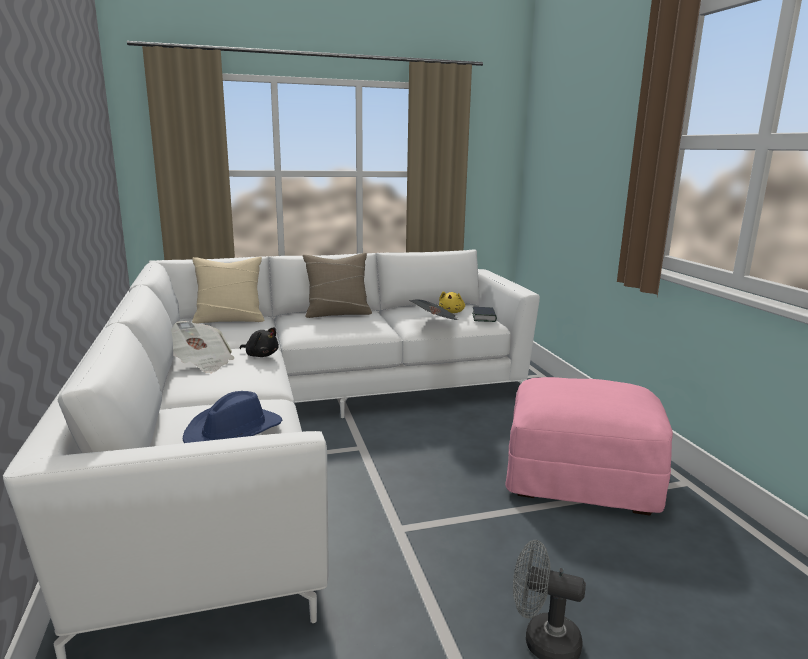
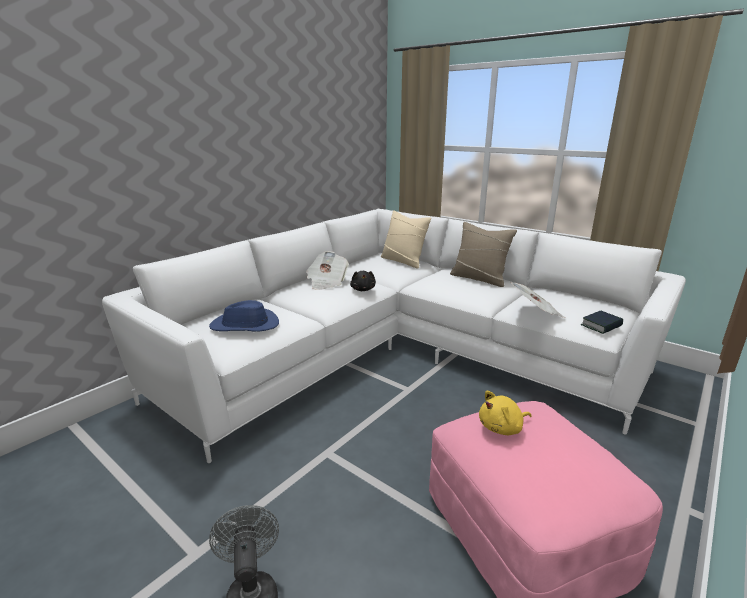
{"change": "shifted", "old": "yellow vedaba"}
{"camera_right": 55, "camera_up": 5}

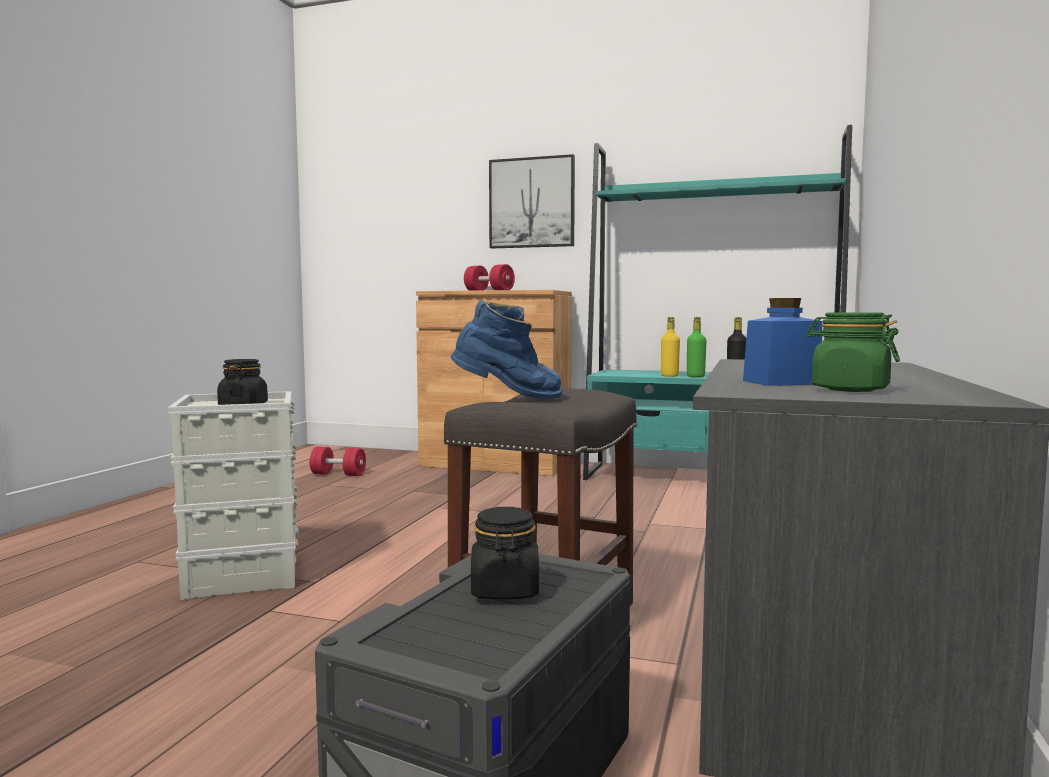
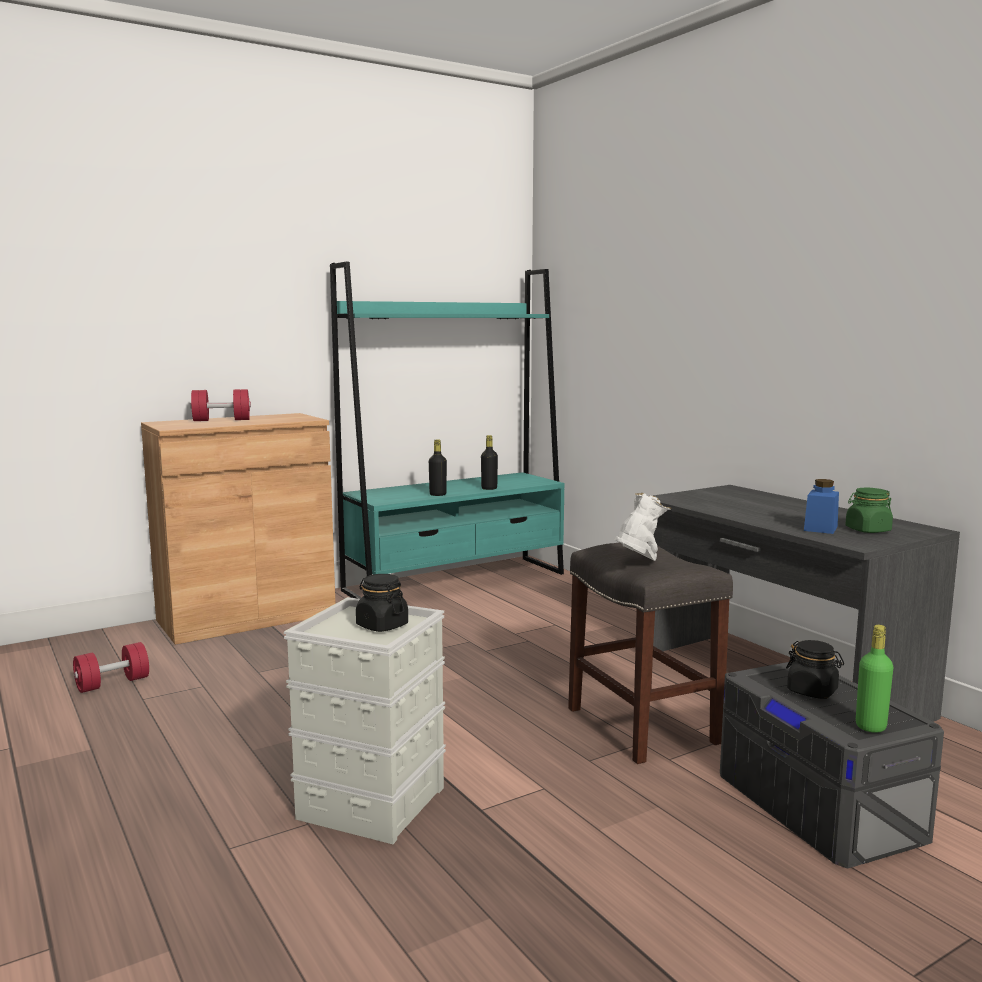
{"change": "gone", "old": "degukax"}
{"change": "shifted", "old": "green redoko"}
{"change": "repainted", "old": "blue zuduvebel", "new": "white zuduvebel"}
{"change": "repainted", "old": "yellow redoko", "new": "black redoko (no. 1 from left)"}
{"camera_right": -50, "camera_up": 5}

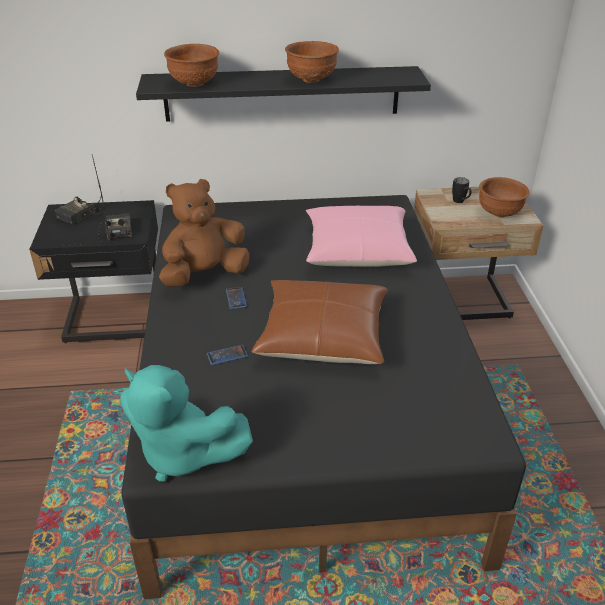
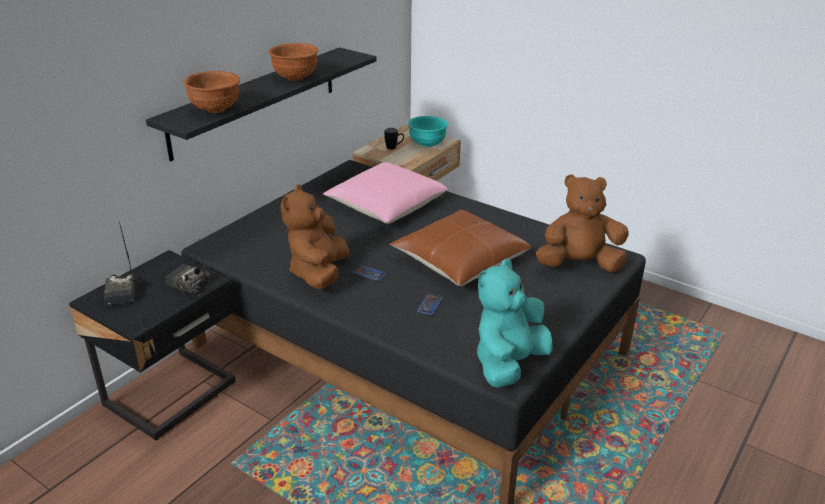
{"change": "new", "new": "brown vedaba (no. 2 from left)"}
{"change": "repainted", "old": "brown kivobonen (no. 3 from left)", "new": "turquoise kivobonen"}
{"change": "rotated", "old": "turquoise vedaba", "degrees": 150}
{"camera_right": -50, "camera_up": -5}

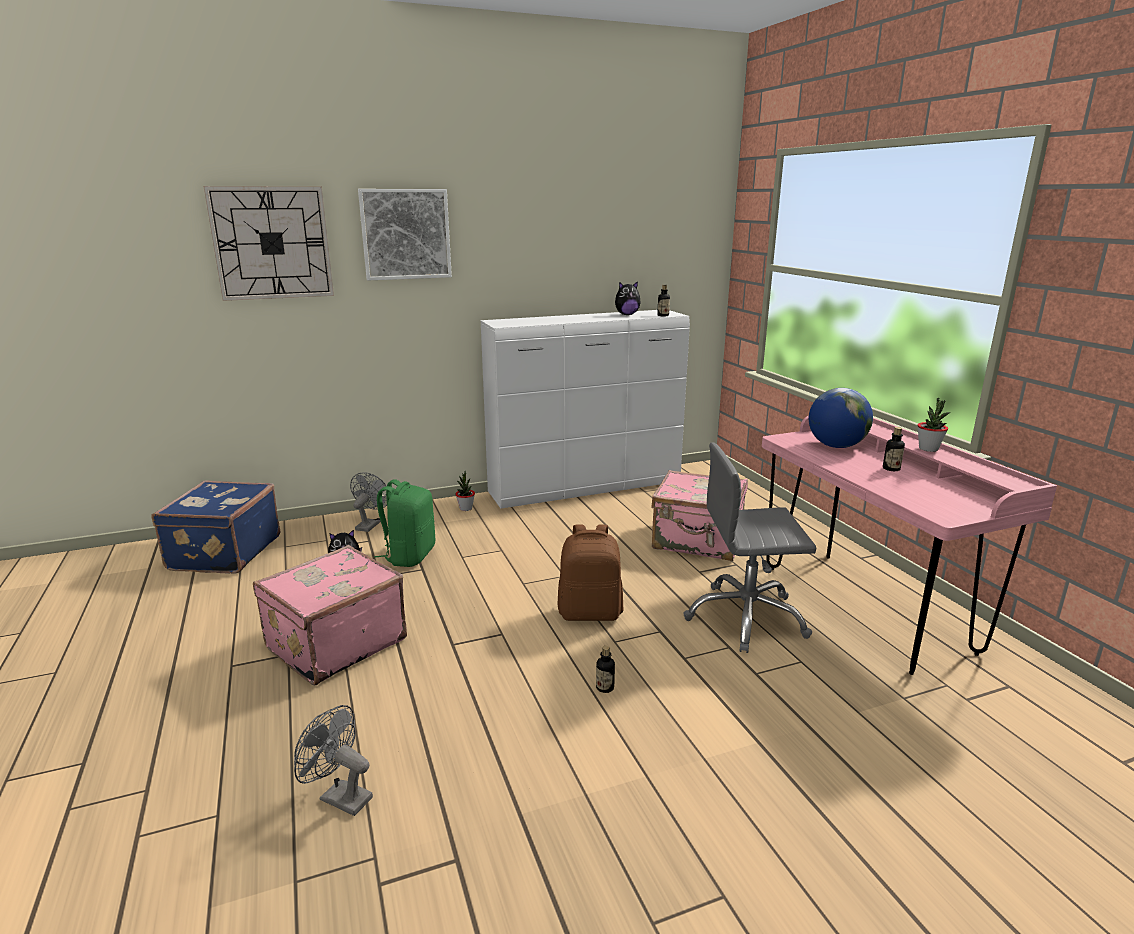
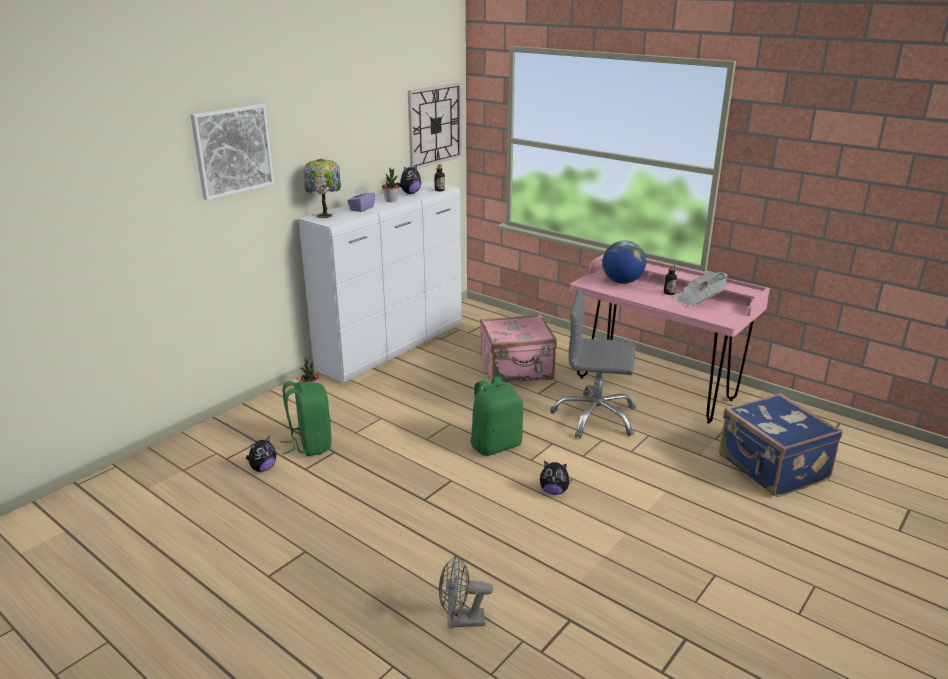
{"change": "gone", "old": "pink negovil (no. 1 from left)"}
{"change": "gone", "old": "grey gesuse (no. 2 from left)"}
{"change": "new", "new": "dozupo"}
{"change": "new", "new": "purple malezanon"}
{"change": "new", "new": "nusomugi"}
{"change": "shifted", "old": "blue negovil"}
{"change": "shifted", "old": "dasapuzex"}
{"change": "shifted", "old": "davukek (no. 2 from left)"}
{"change": "swapped", "old": "redoko (no. 1 from left)", "new": "vedaba (no. 3 from left)"}
{"change": "repainted", "old": "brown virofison", "new": "green virofison (no. 2 from left)"}
{"change": "rotated", "old": "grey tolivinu", "degrees": 45}
{"camera_right": -30, "camera_up": 5}

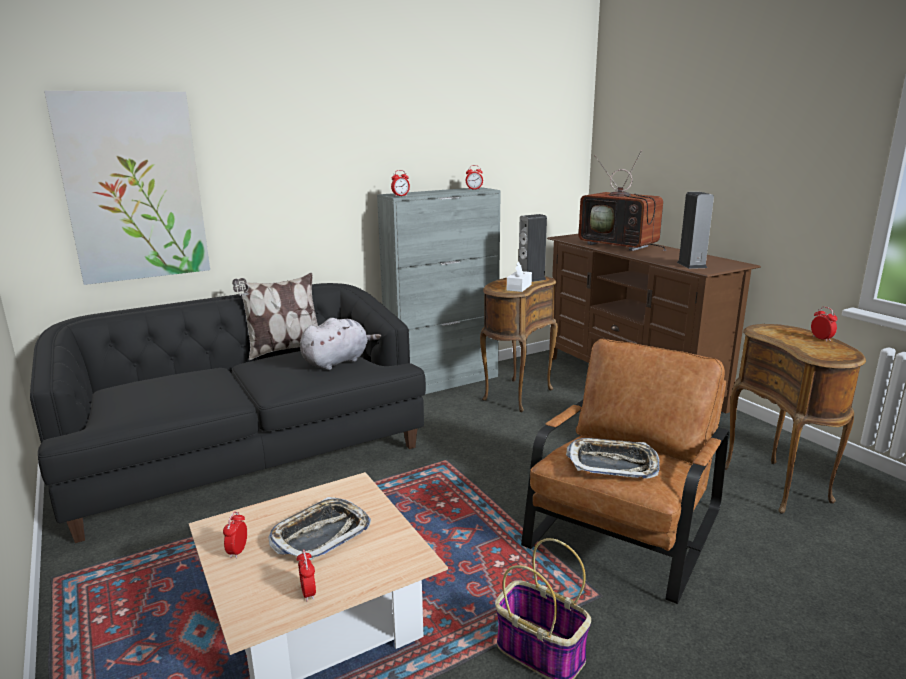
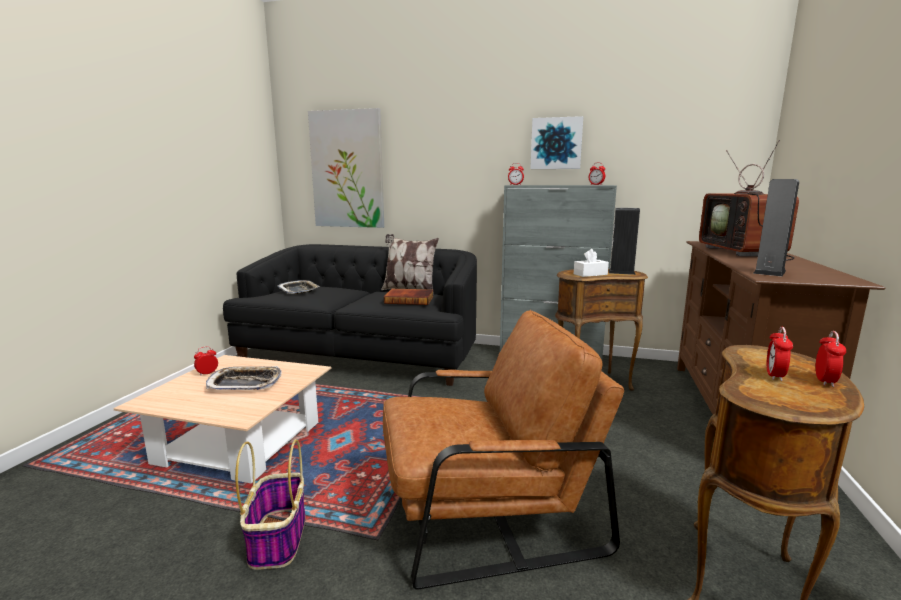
{"change": "new", "new": "degukax (no. 2 from left)"}
{"change": "shifted", "old": "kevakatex (no. 2 from left in the first image)", "new": "kevakatex (no. 4 from left)"}
{"change": "shifted", "old": "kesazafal (no. 2 from left)"}
{"change": "swapped", "old": "grey vedaba", "new": "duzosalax"}
{"camera_right": 45, "camera_up": -5}

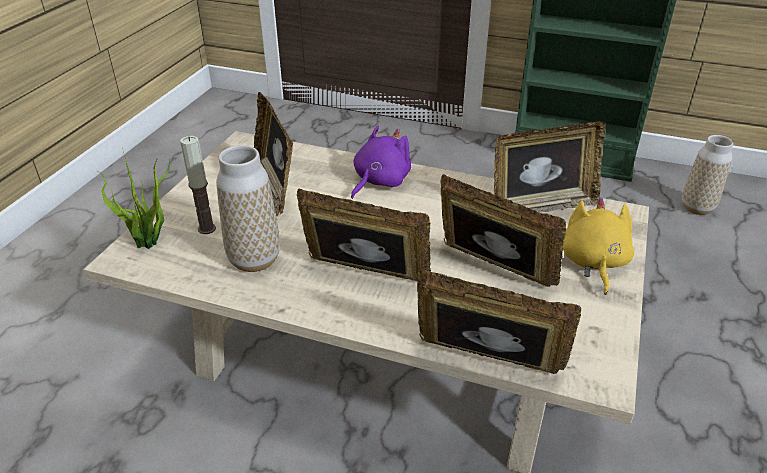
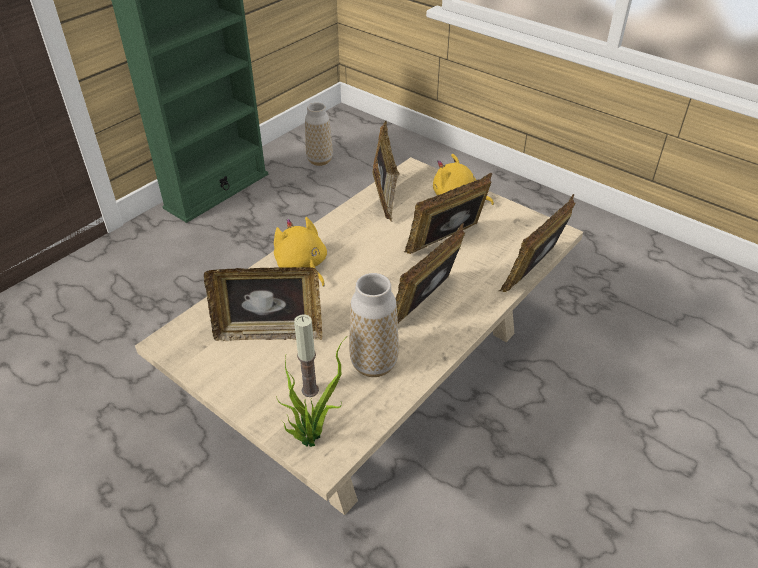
{"change": "repainted", "old": "purple vedaba", "new": "yellow vedaba (no. 1 from left)"}
{"camera_right": -70, "camera_up": 5}

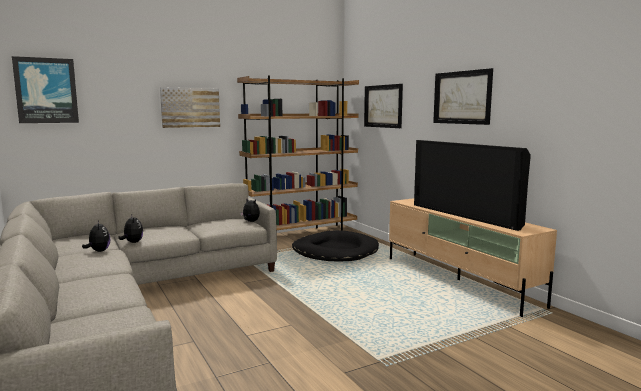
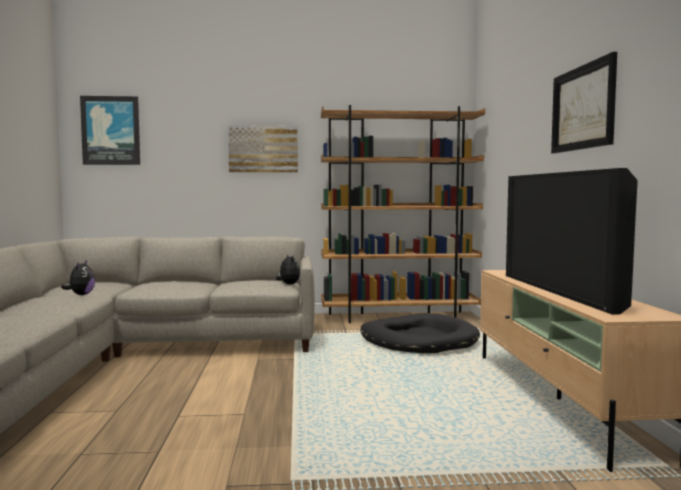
{"change": "gone", "old": "vedaba (no. 2 from left)"}
{"change": "gone", "old": "degukax (no. 3 from left)"}
{"camera_right": 25, "camera_up": -5}

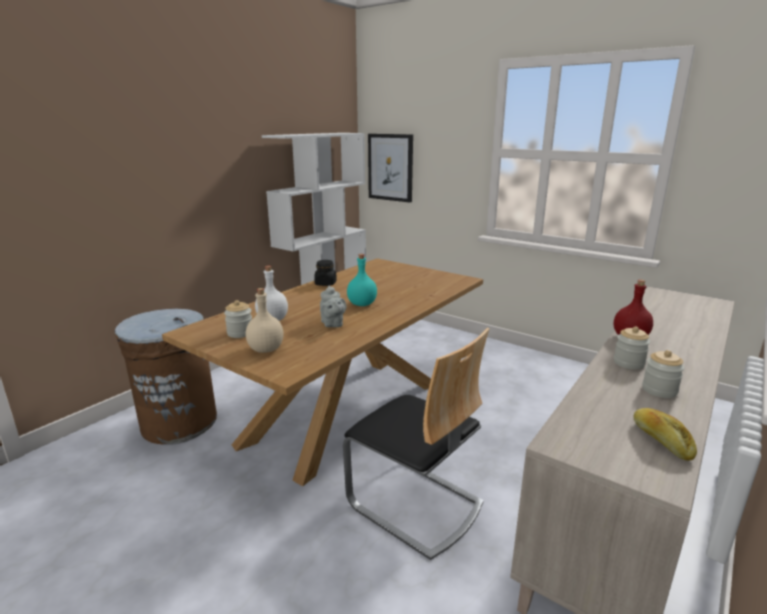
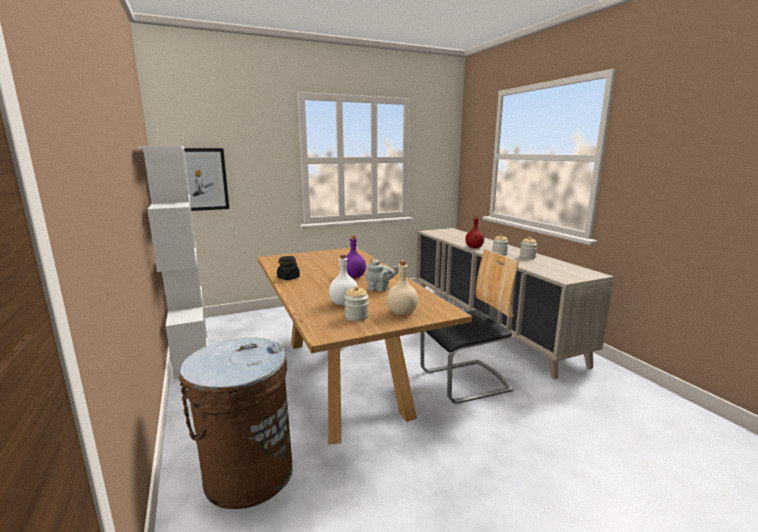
{"change": "gone", "old": "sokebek"}
{"change": "repainted", "old": "turquoise redoko", "new": "purple redoko"}
{"camera_right": -60, "camera_up": -5}

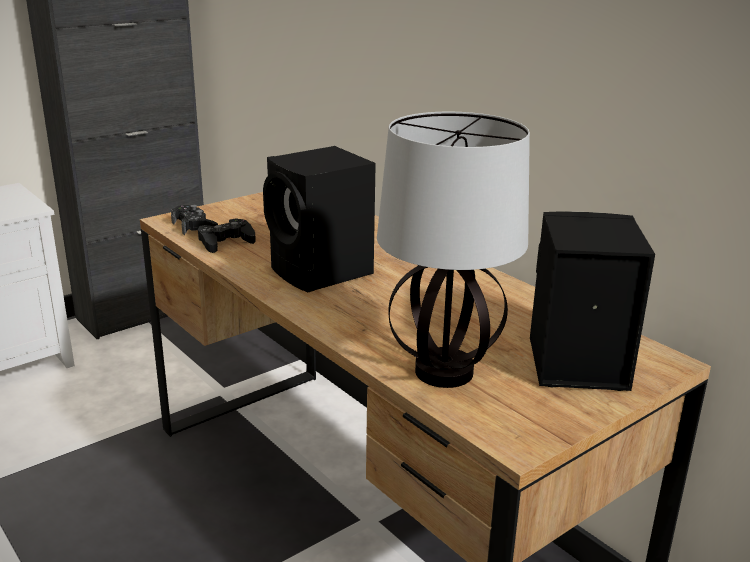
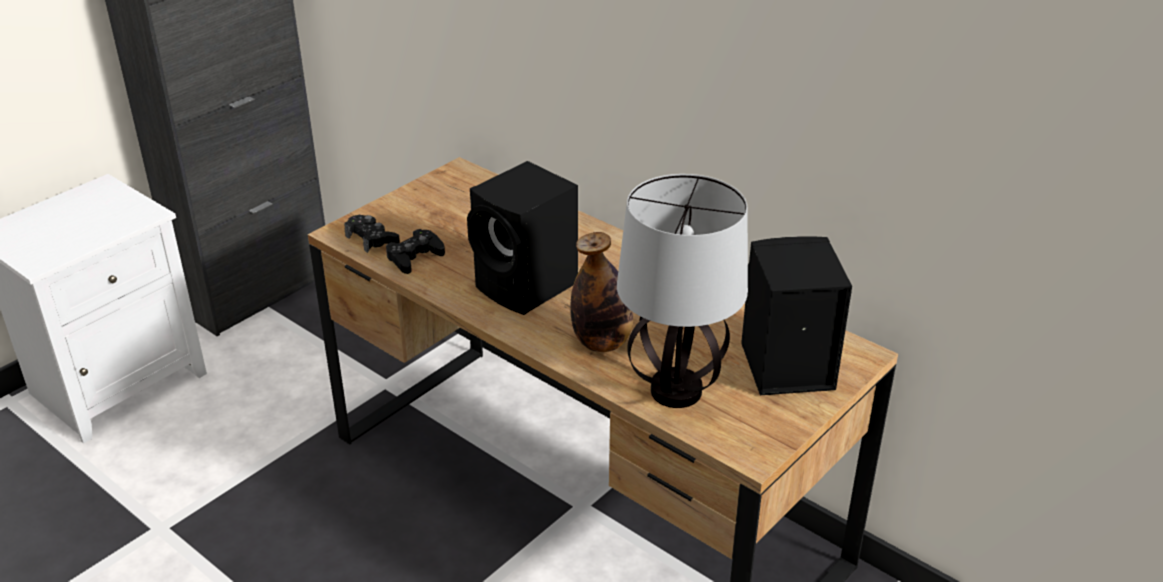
{"change": "new", "new": "redoko"}
{"camera_right": -10, "camera_up": 10}

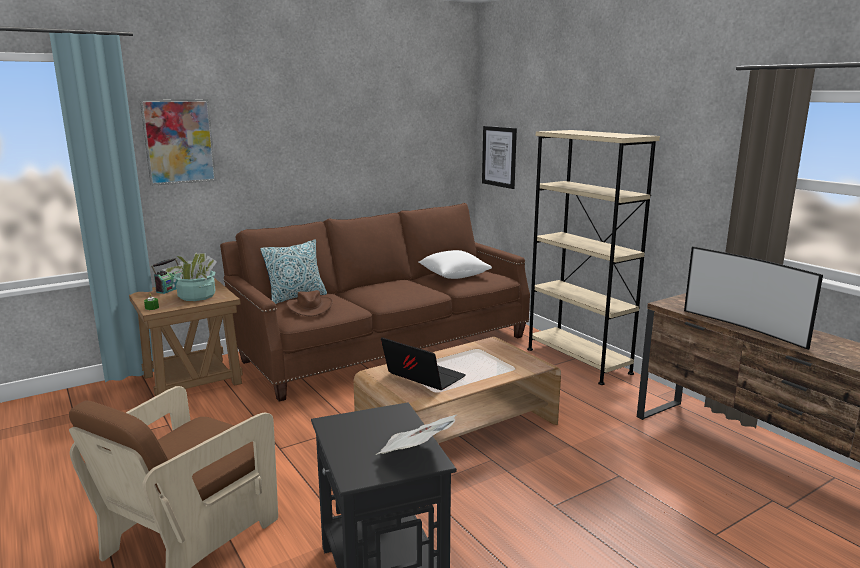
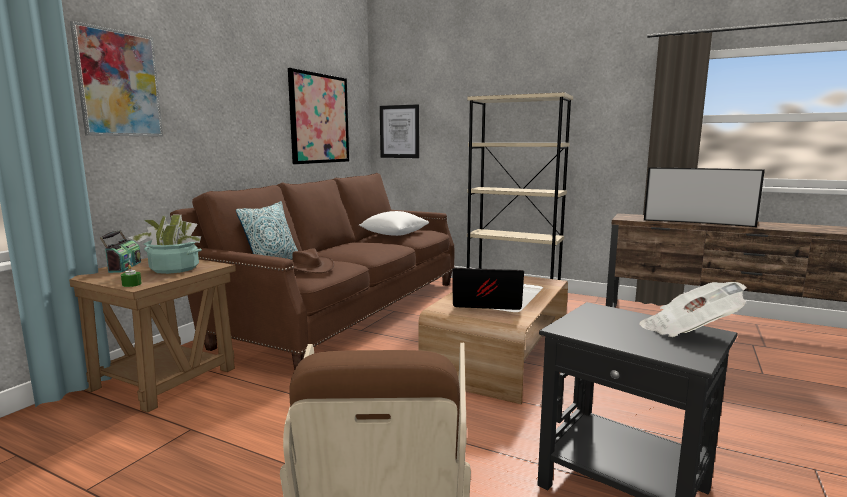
{"change": "new", "new": "degukax (no. 2 from left)"}
{"camera_right": -30, "camera_up": -5}

